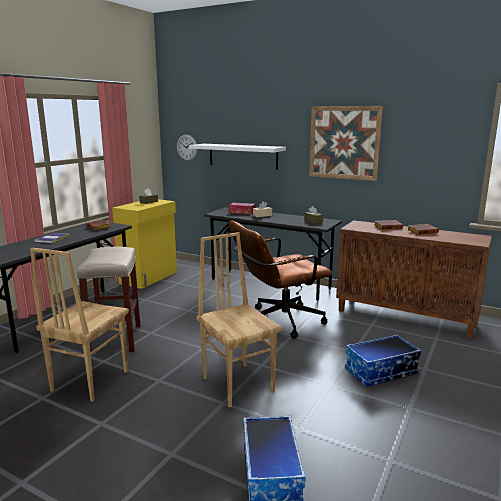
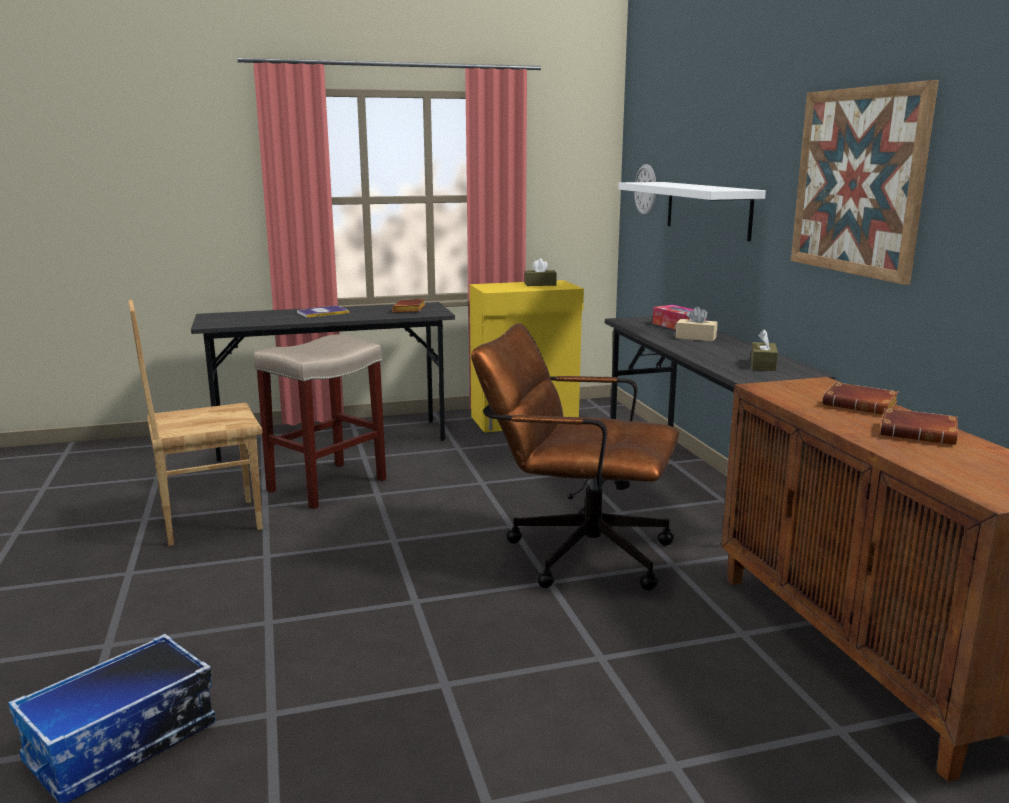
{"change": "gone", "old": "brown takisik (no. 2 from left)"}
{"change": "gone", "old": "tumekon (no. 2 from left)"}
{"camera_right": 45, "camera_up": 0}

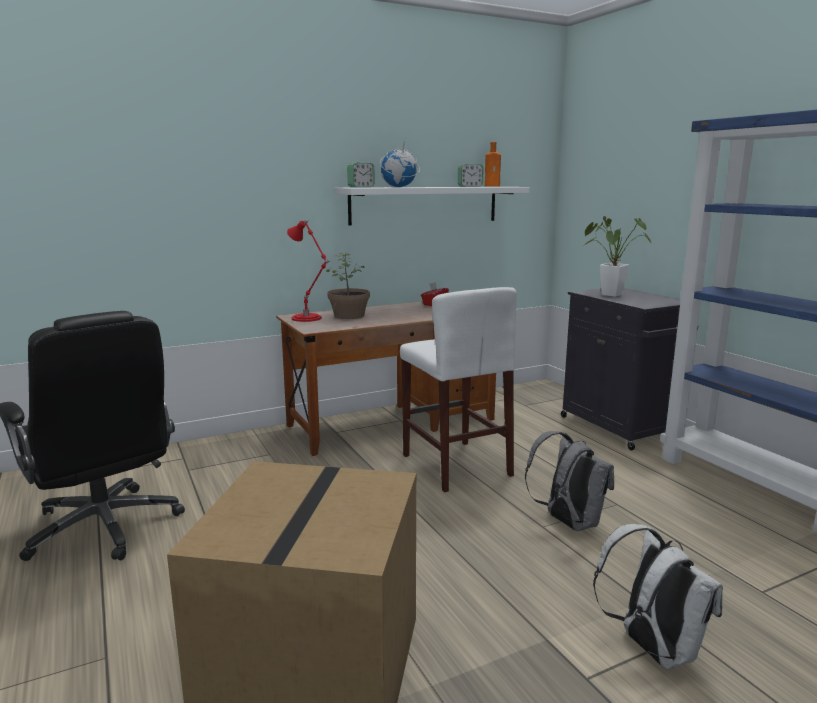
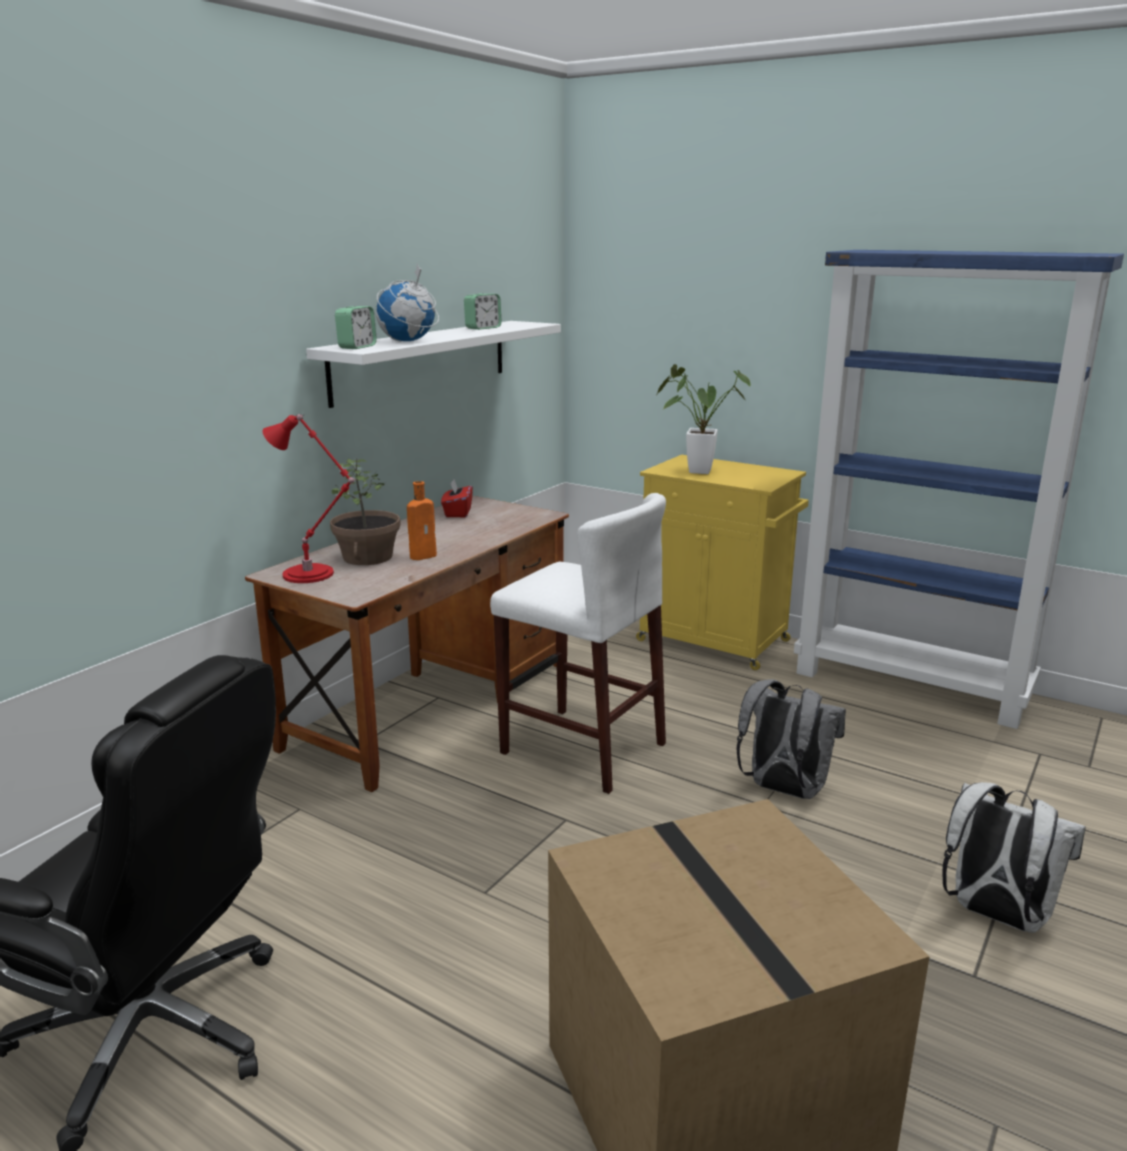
{"change": "shifted", "old": "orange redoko"}
{"change": "repainted", "old": "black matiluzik", "new": "yellow matiluzik"}
{"camera_right": -30, "camera_up": 5}

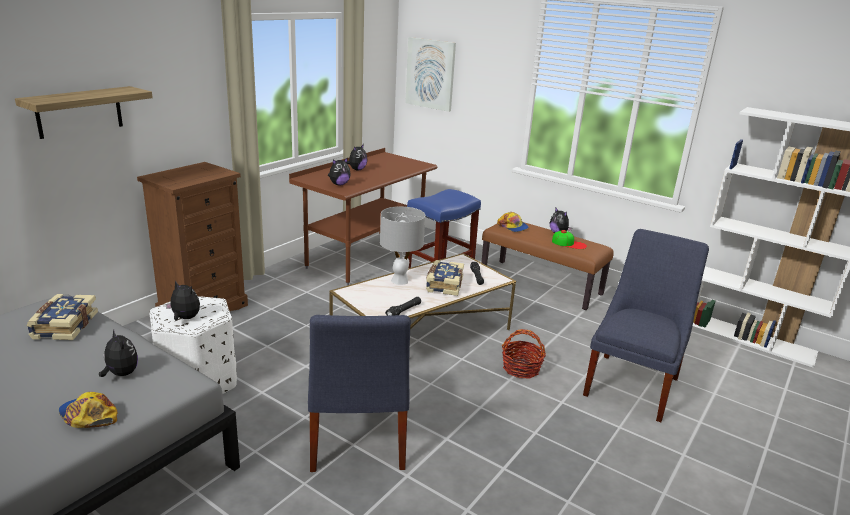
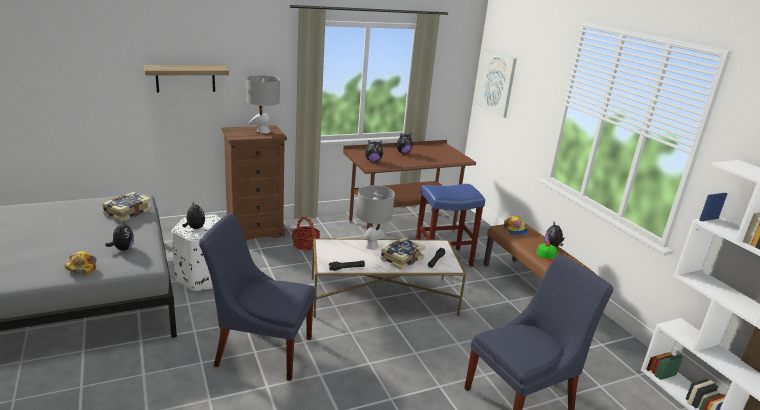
{"change": "new", "new": "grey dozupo (no. 1 from left)"}
{"change": "shifted", "old": "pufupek"}
{"change": "rotated", "old": "blue takisik (no. 1 from left)", "degrees": 75}
{"camera_right": 30, "camera_up": 0}

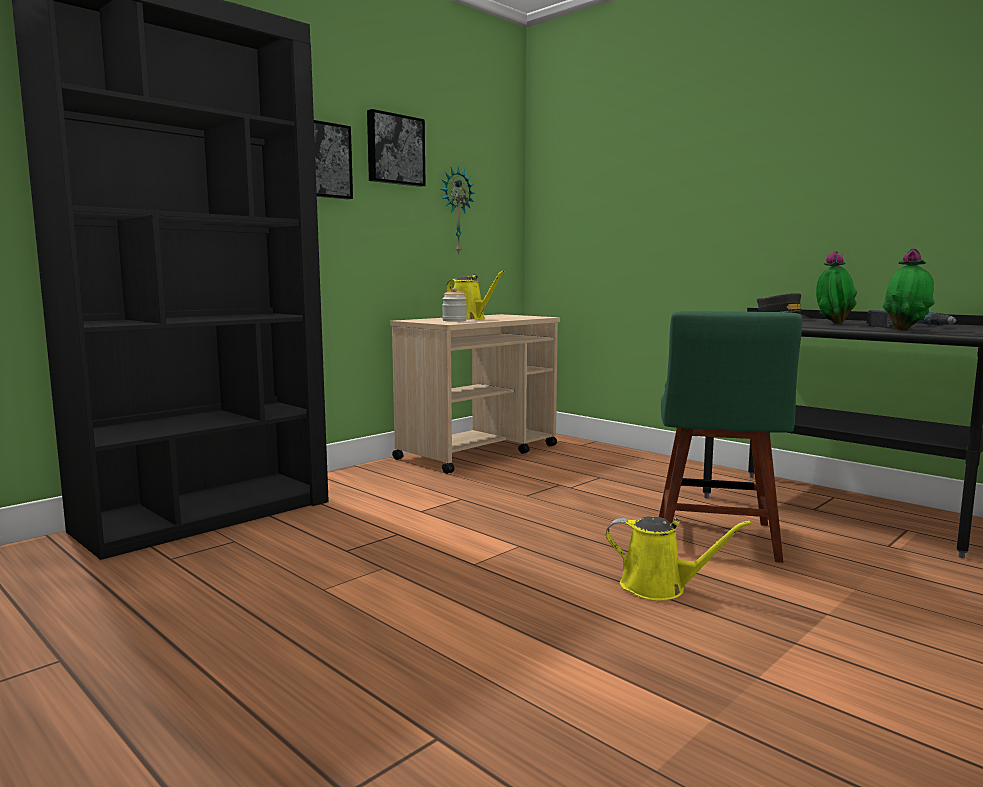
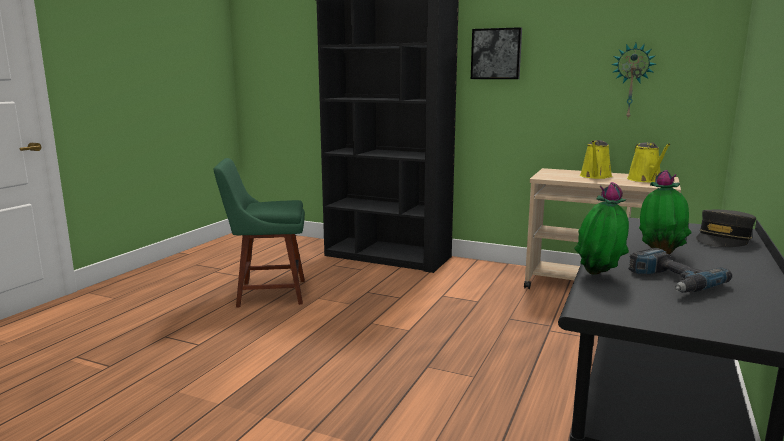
{"change": "gone", "old": "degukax (no. 2 from left)"}
{"change": "gone", "old": "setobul"}
{"change": "shifted", "old": "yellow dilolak (no. 2 from left)"}
{"change": "shifted", "old": "green takisik"}
{"camera_right": 70, "camera_up": 5}

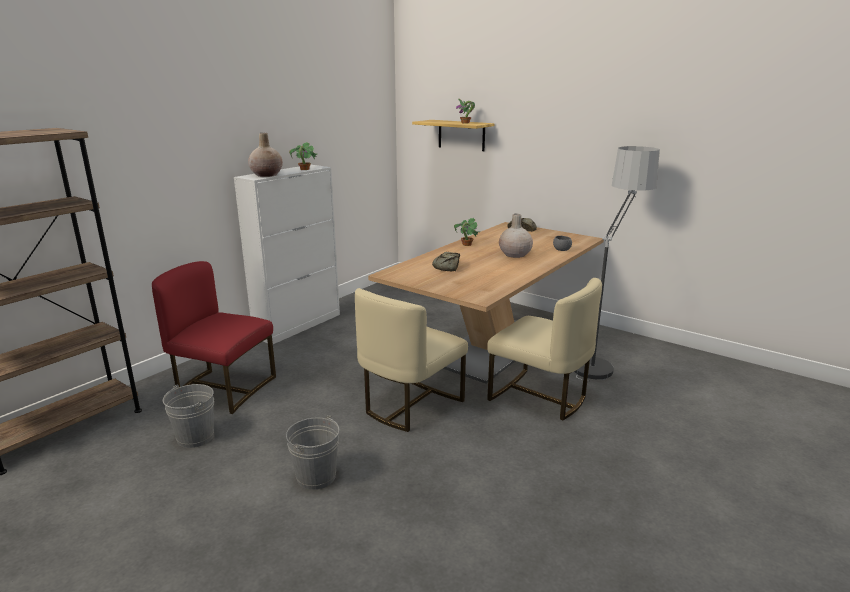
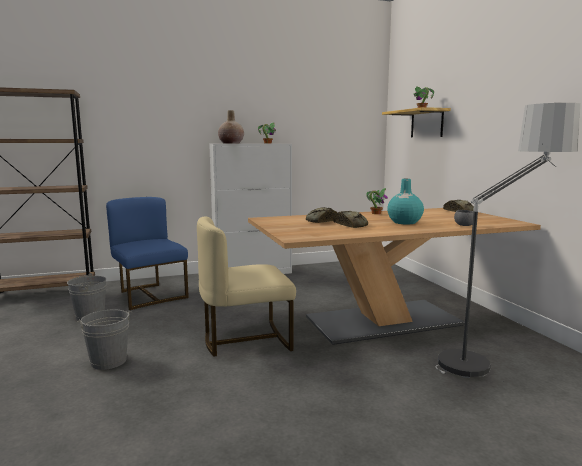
{"change": "gone", "old": "beige takisik (no. 2 from left)"}
{"change": "new", "new": "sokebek (no. 2 from left)"}
{"change": "repainted", "old": "red takisik", "new": "blue takisik"}
{"change": "repainted", "old": "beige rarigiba (no. 2 from left)", "new": "turquoise rarigiba"}
{"camera_right": 35, "camera_up": -10}

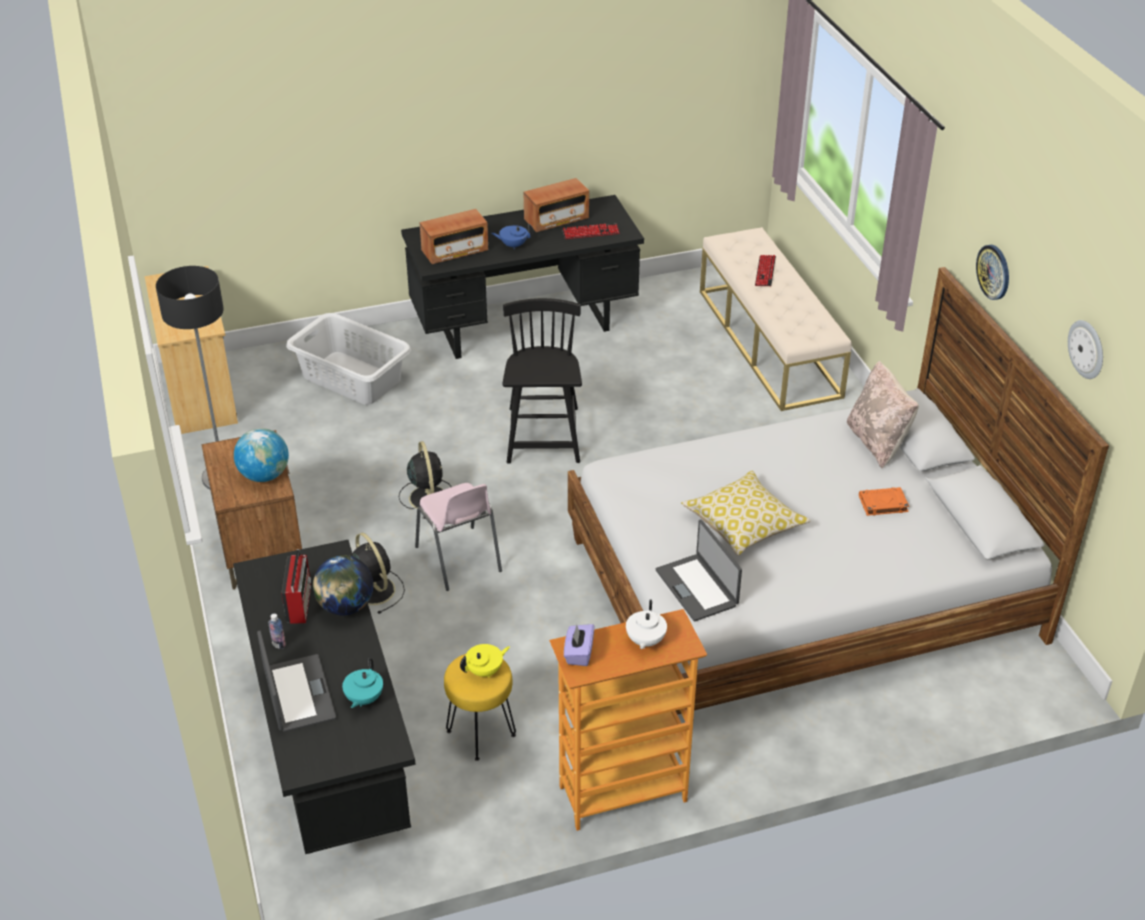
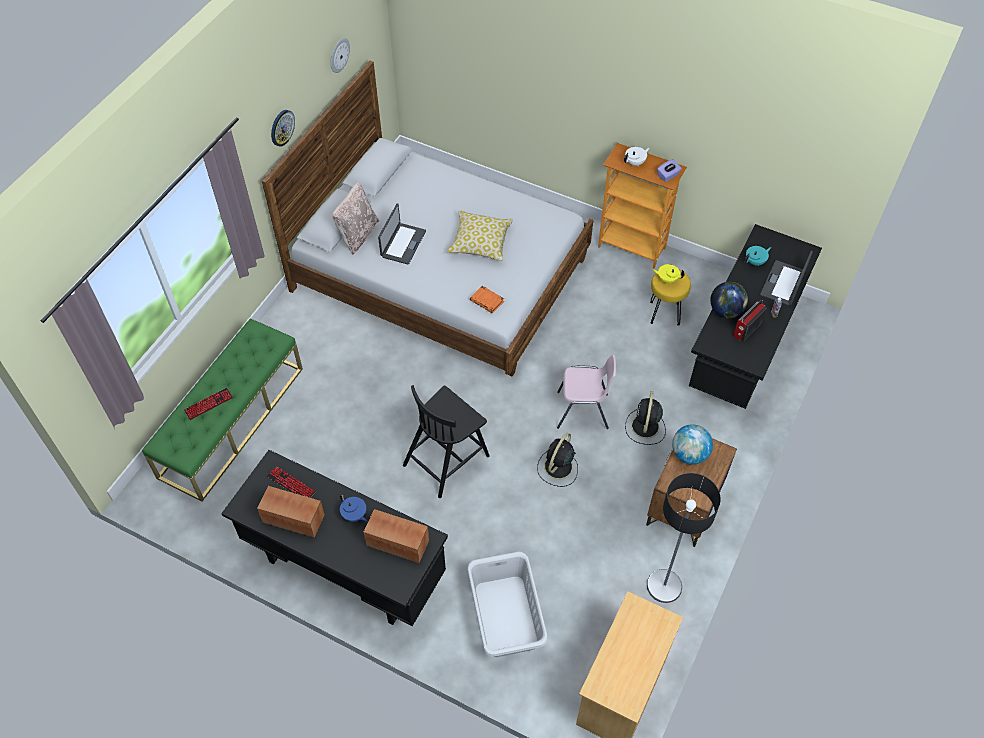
{"change": "shifted", "old": "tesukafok (no. 2 from left in the first image)", "new": "tesukafok (no. 1 from left)"}
{"change": "shifted", "old": "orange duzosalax"}
{"change": "repainted", "old": "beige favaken", "new": "green favaken"}
{"change": "rotated", "old": "pink takisik", "degrees": 75}
{"camera_right": -135, "camera_up": 15}

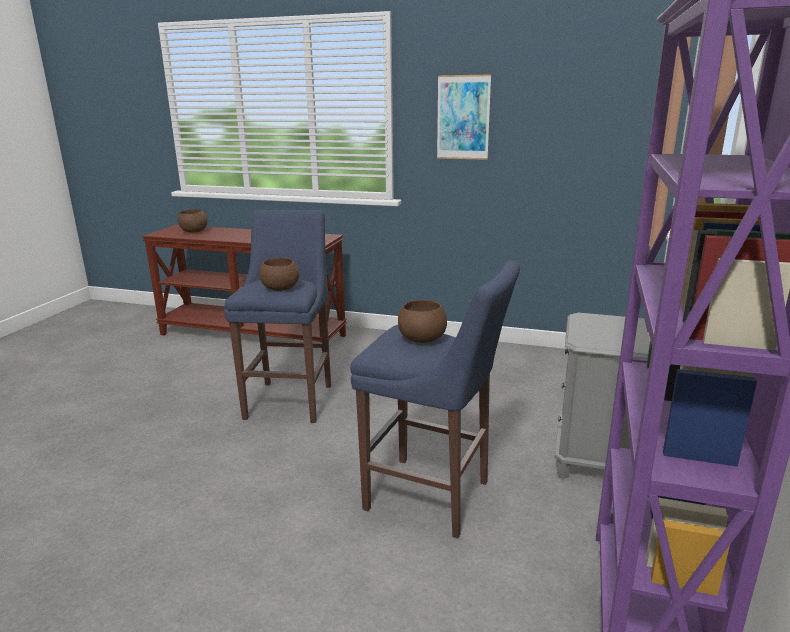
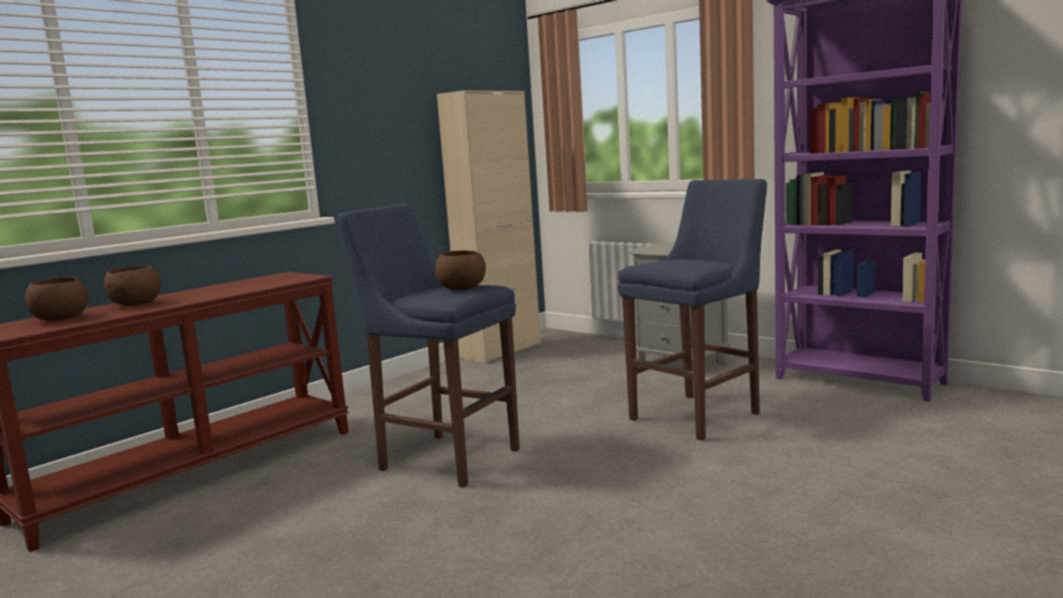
{"change": "gone", "old": "degukax"}
{"change": "new", "new": "beige matiluzik"}
{"change": "shifted", "old": "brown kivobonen (no. 3 from left in the first image)", "new": "brown kivobonen (no. 2 from left)"}
{"camera_right": -65, "camera_up": -10}

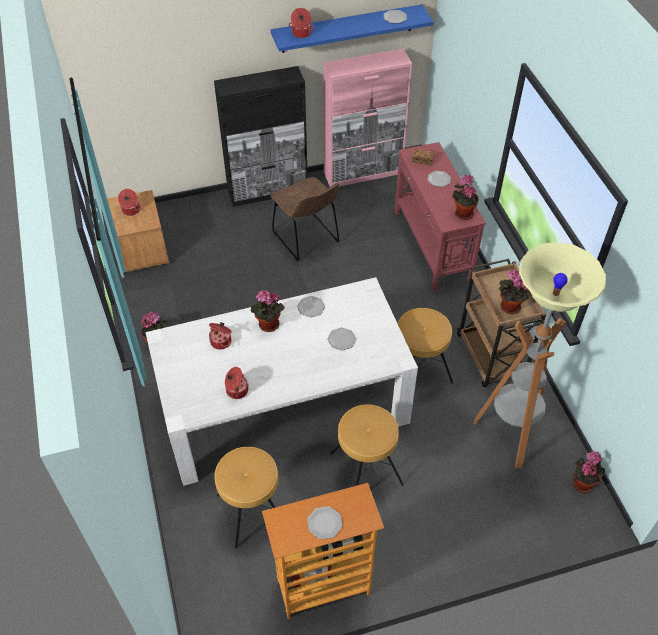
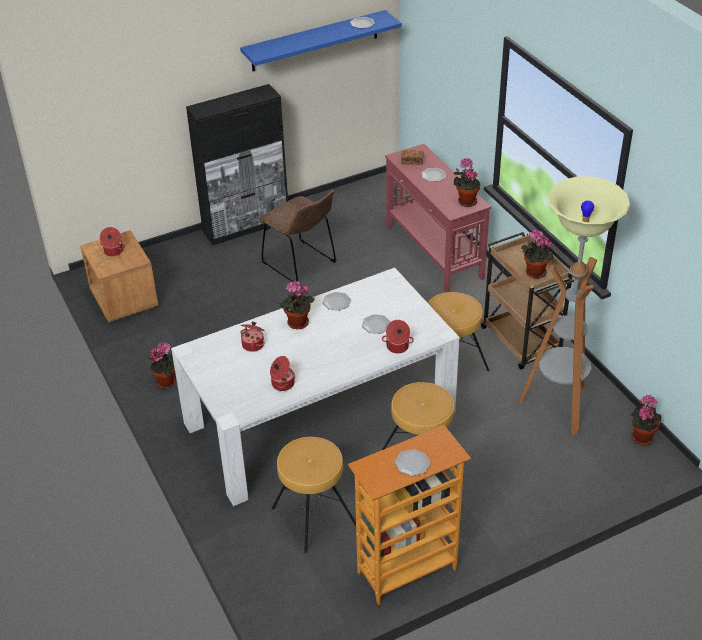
{"change": "gone", "old": "pink matiluzik"}
{"change": "shifted", "old": "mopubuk (no. 4 from left)"}
{"camera_right": -10, "camera_up": -10}

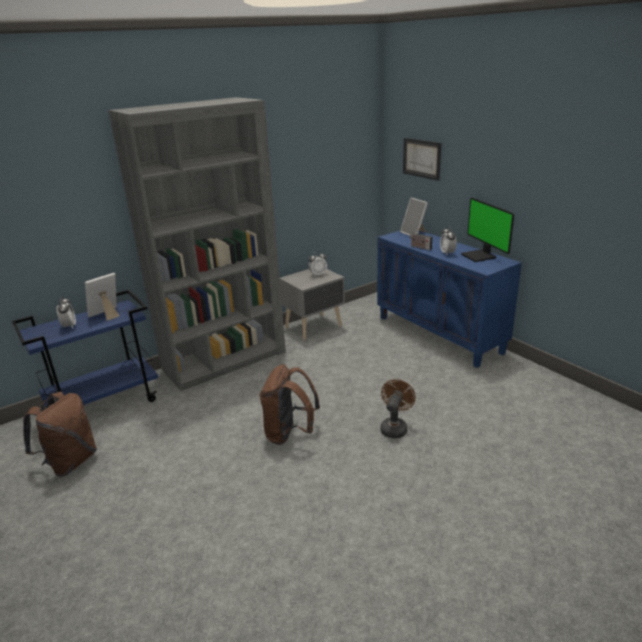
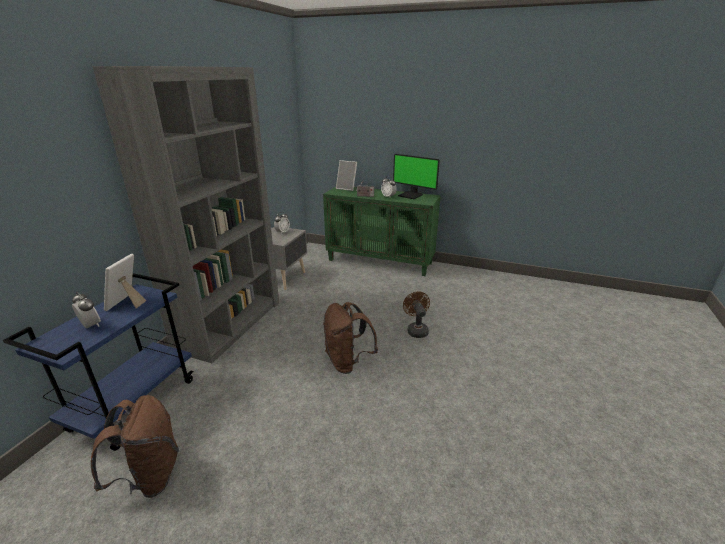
{"change": "gone", "old": "degukax"}
{"change": "repainted", "old": "blue matiluzik", "new": "green matiluzik"}
{"camera_right": -35, "camera_up": 0}

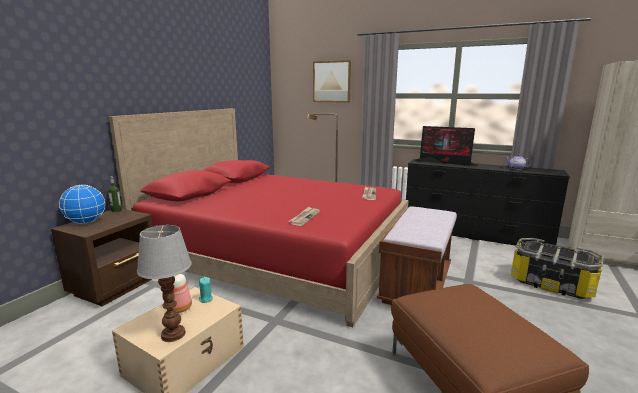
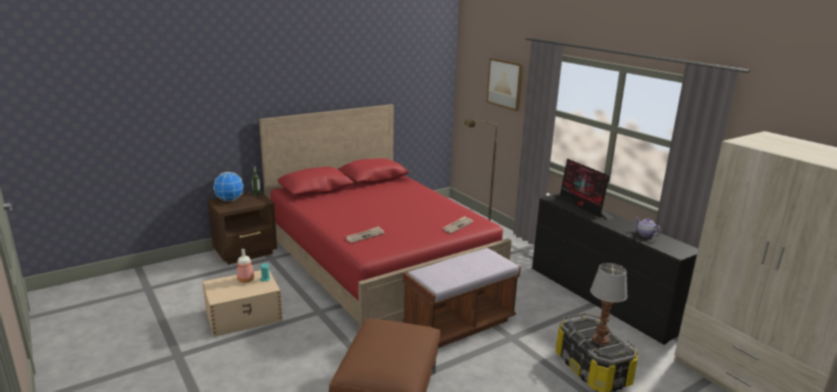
{"change": "shifted", "old": "dozupo"}
{"camera_right": 30, "camera_up": 5}

